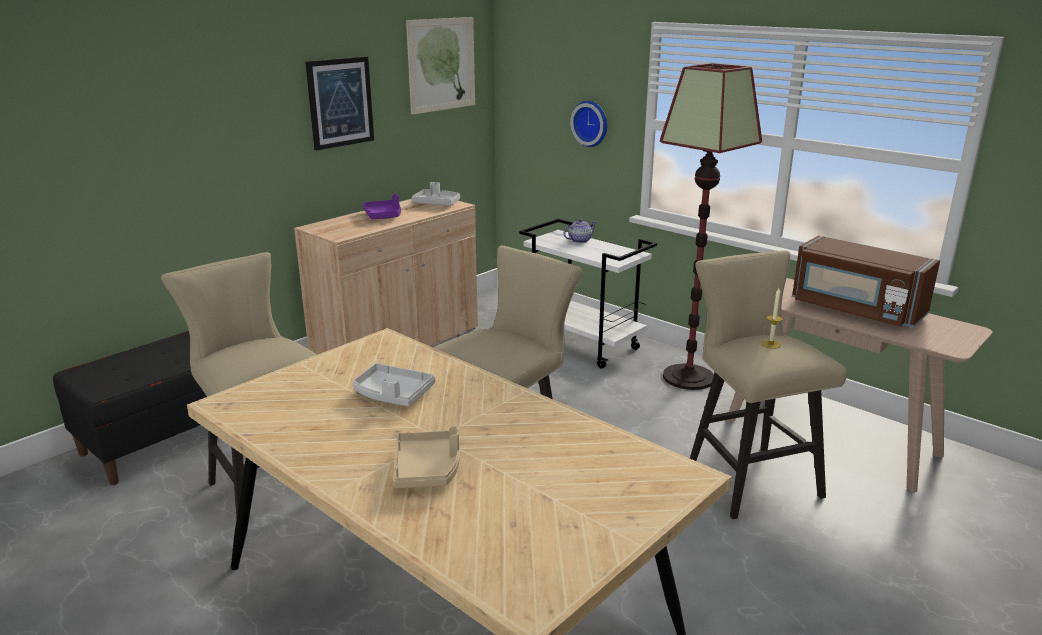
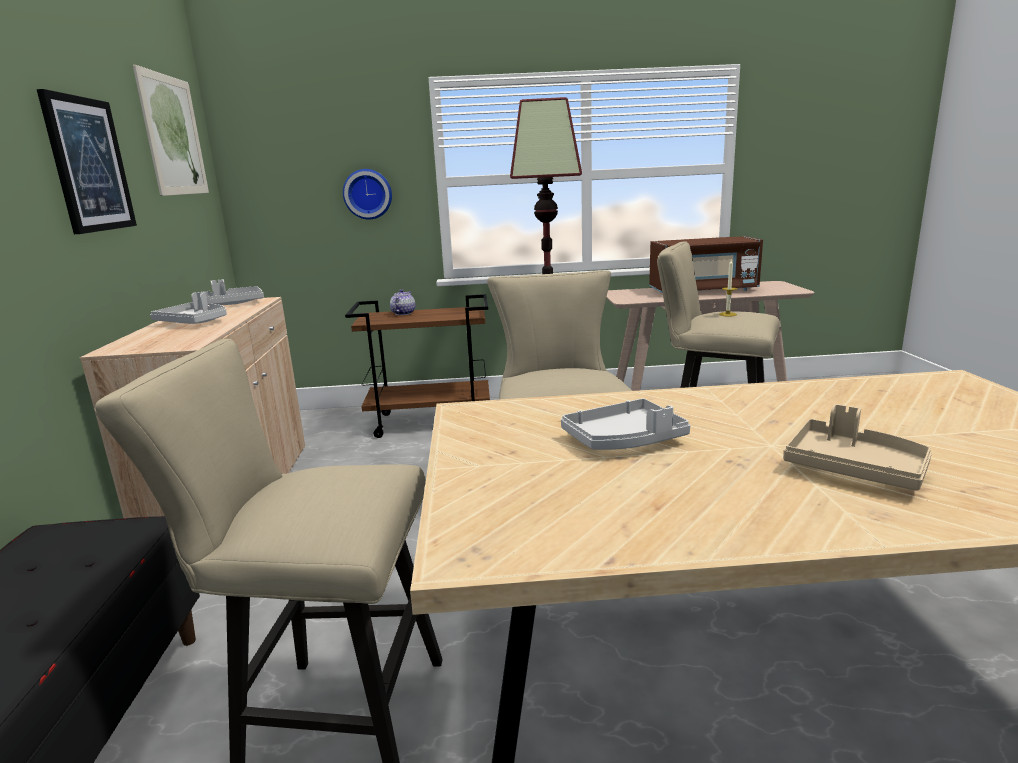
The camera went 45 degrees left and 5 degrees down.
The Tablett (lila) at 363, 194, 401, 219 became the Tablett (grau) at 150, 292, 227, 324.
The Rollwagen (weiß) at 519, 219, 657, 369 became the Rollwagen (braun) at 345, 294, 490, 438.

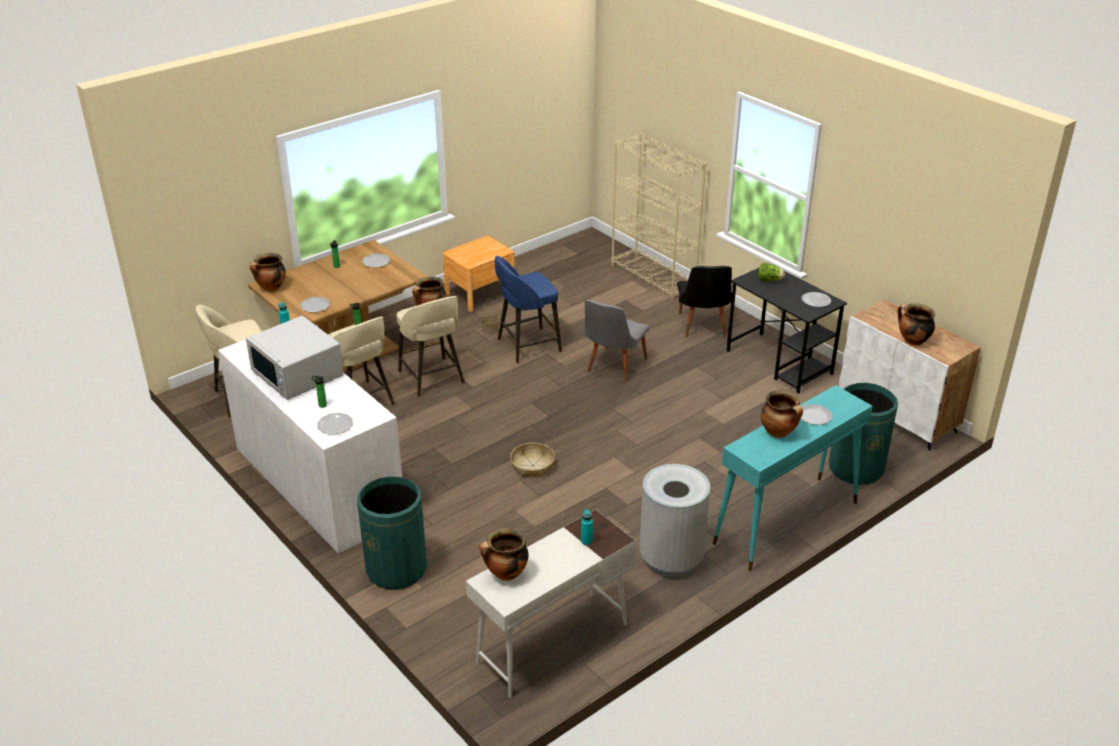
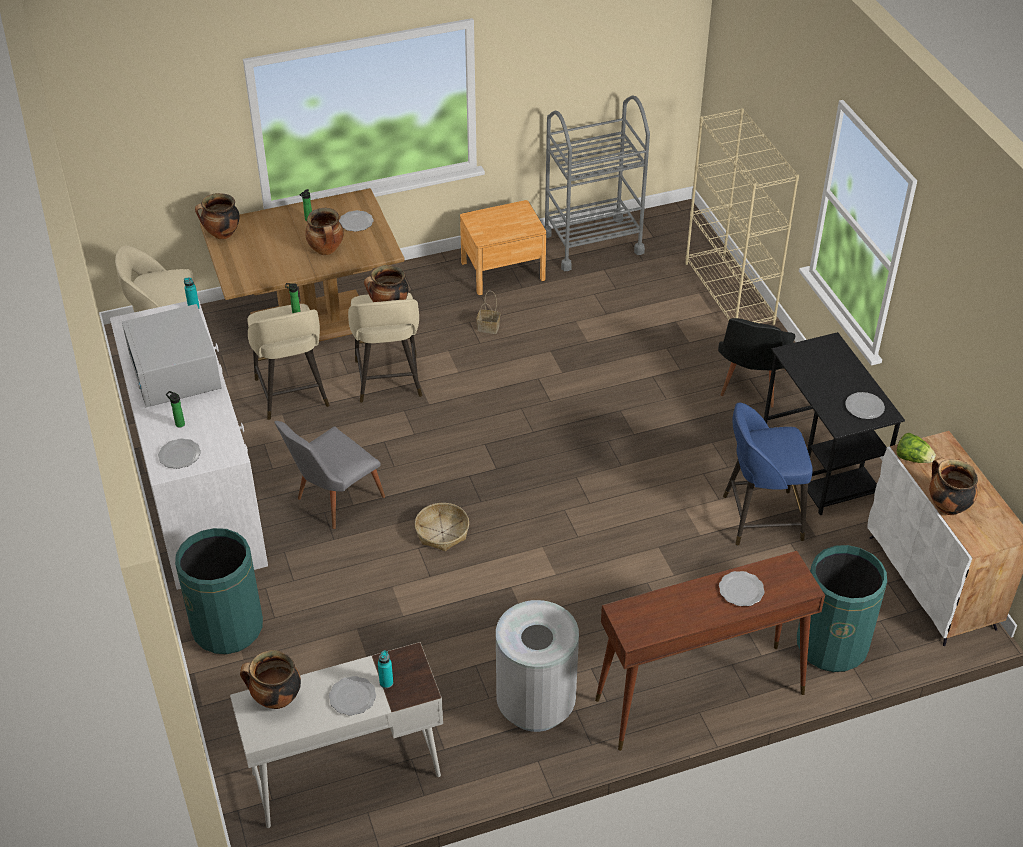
The camera went 20 degrees right and 10 degrees up.
The Stuhl (grau) moved from 584, 300, 649, 382 to 275, 421, 385, 529.
The Kochtopf moved from 761, 390, 803, 438 to 305, 208, 344, 255.
The Teller moved from 300, 297, 330, 312 to 329, 676, 376, 716.
The Rollwagen (grau) at 544, 95, 650, 271 appeared.
The Konsolentisch (türkis) at 713, 385, 873, 571 became the Konsolentisch (braun) at 595, 551, 825, 751.
The Hocker (blau) moved from 495, 256, 562, 363 to 723, 402, 813, 546.
The Salatkopf moved from 758, 263, 785, 282 to 896, 433, 936, 463.

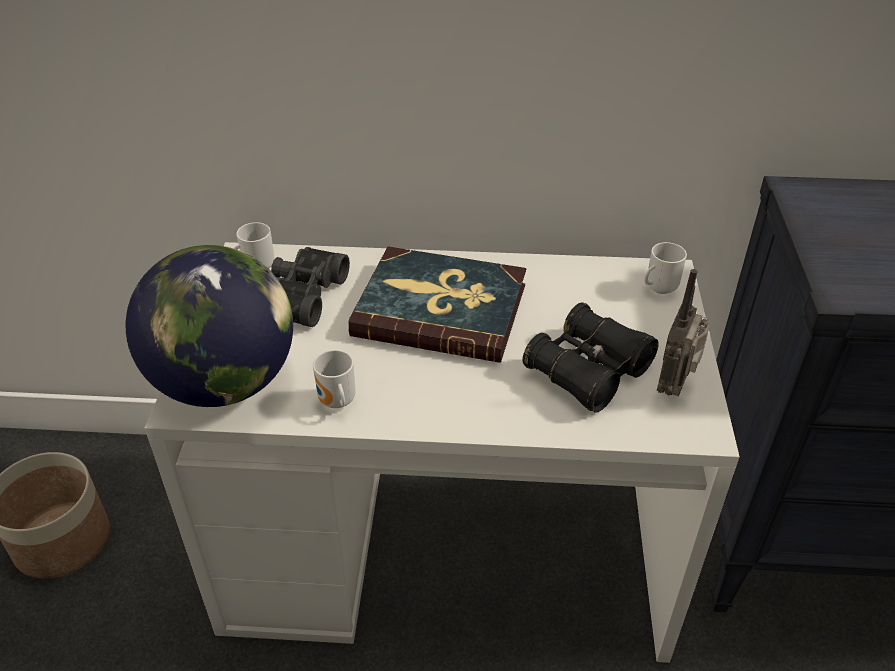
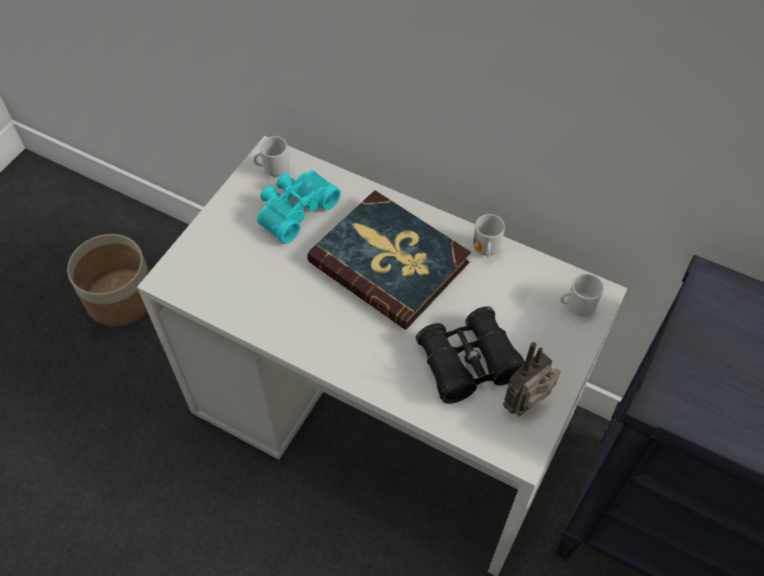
The camera went 25 degrees right and 15 degrees up.
The Fernglas (schwarz) at 271, 247, 350, 327 became the Fernglas (türkis) at 257, 171, 341, 244.
The Henkelbecher moved from 313, 350, 356, 408 to 473, 214, 505, 257.
The Globus at 126, 245, 293, 407 disappeared.

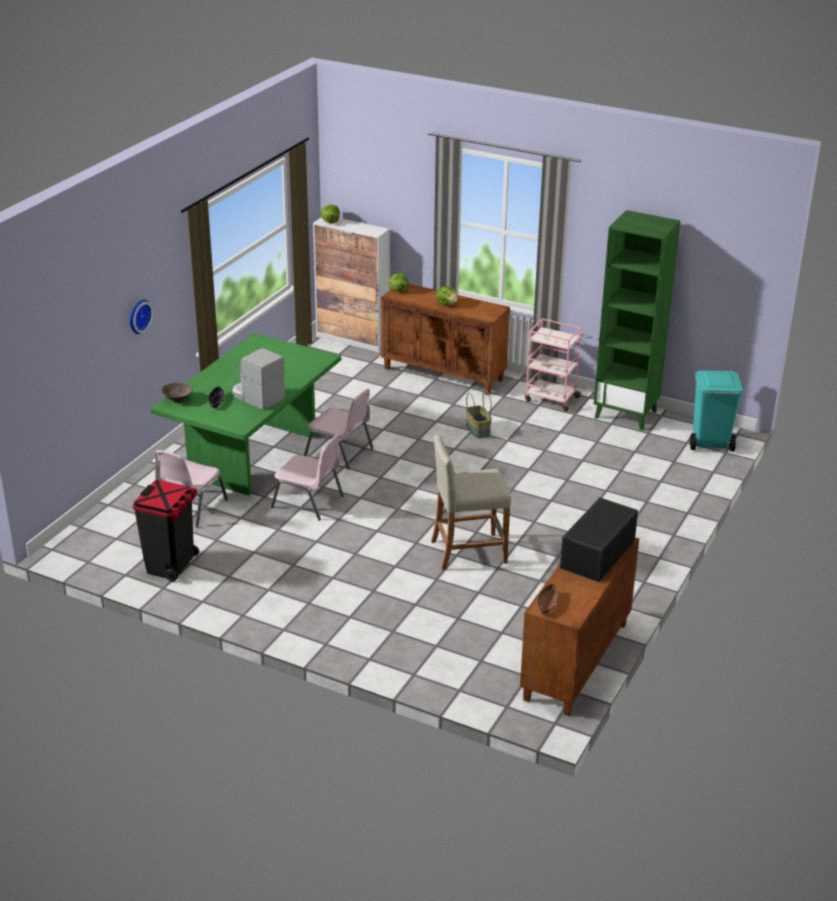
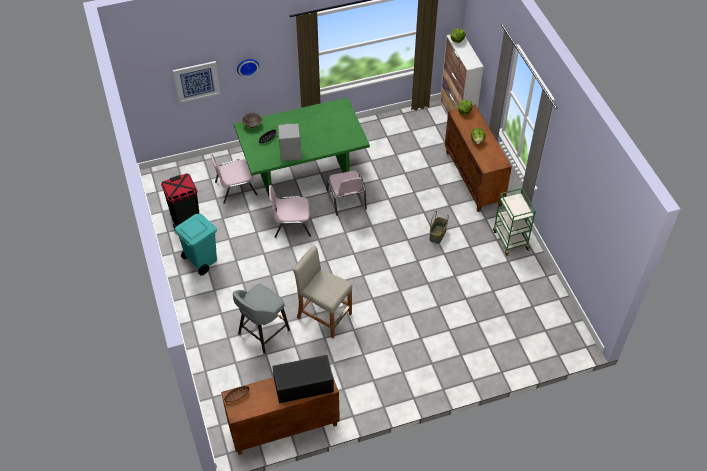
The camera went 45 degrees right and 20 degrees up.
The Bild at 173, 61, 221, 104 appeared.
The Mülleimer (türkis) moved from 690, 370, 743, 451 to 174, 214, 217, 276.
The Hocker (grau) at 233, 284, 290, 354 appeared.
The Stuhl (rosa) at 271, 435, 344, 521 turned 105 degrees clockwise.
The Rollwagen (rosa) at 525, 318, 582, 411 became the Rollwagen (grün) at 493, 188, 536, 256.
The Bücherregal (grün) at 594, 210, 680, 430 disappeared.

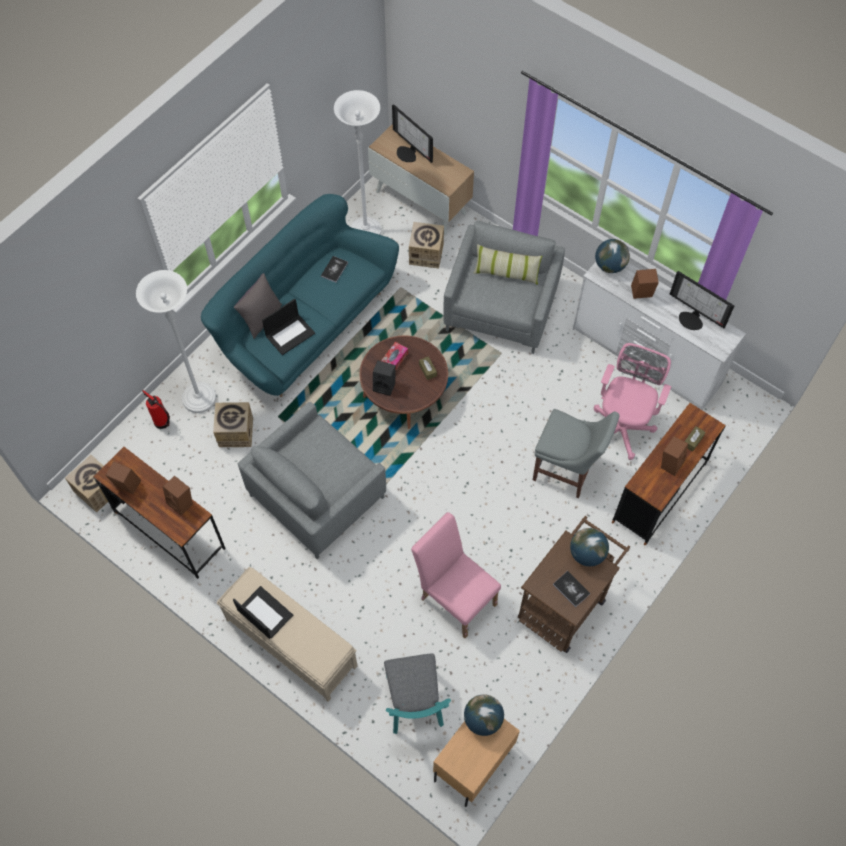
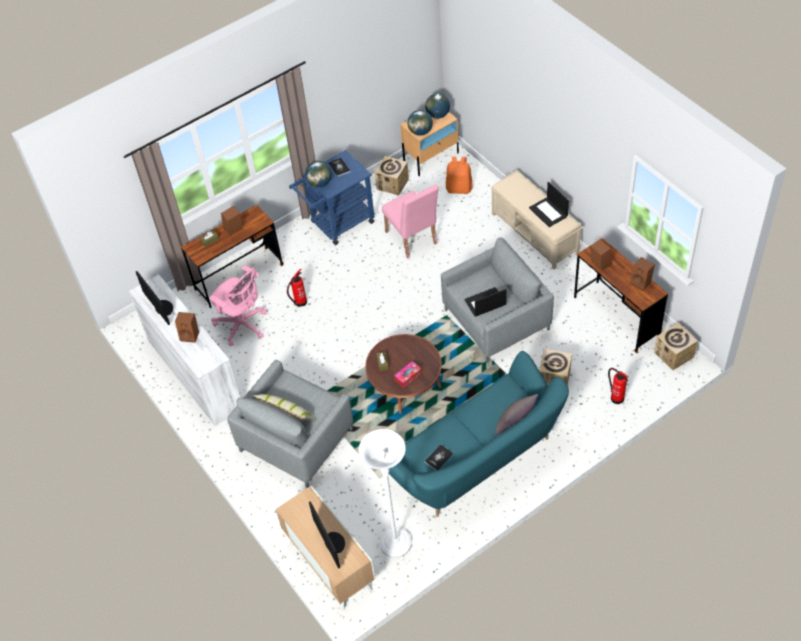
The camera went 160 degrees left and 10 degrees down.
The Bürostuhl (rosa) at 594, 343, 671, 460 turned 90 degrees counterclockwise.
The Stuhl (grau) at 533, 409, 619, 498 was replaced by the Feuerlöscher at 287, 269, 307, 307.
The Rollwagen (braun) at 518, 516, 630, 653 became the Rollwagen (blau) at 289, 150, 375, 245.
The Karton moved from 409, 222, 444, 269 to 375, 156, 409, 196.
The Globus moved from 595, 239, 630, 273 to 425, 93, 450, 119.
The Stuhl (türkis) at 384, 653, 451, 734 was replaced by the Rucksack (orange) at 446, 156, 473, 194.
The Laptop moved from 262, 299, 315, 355 to 464, 287, 507, 317.
The Stehlampe (weiß) at 136, 270, 216, 413 disappeared.
The Lautsprecher (schwarz) at 373, 360, 396, 396 disappeared.

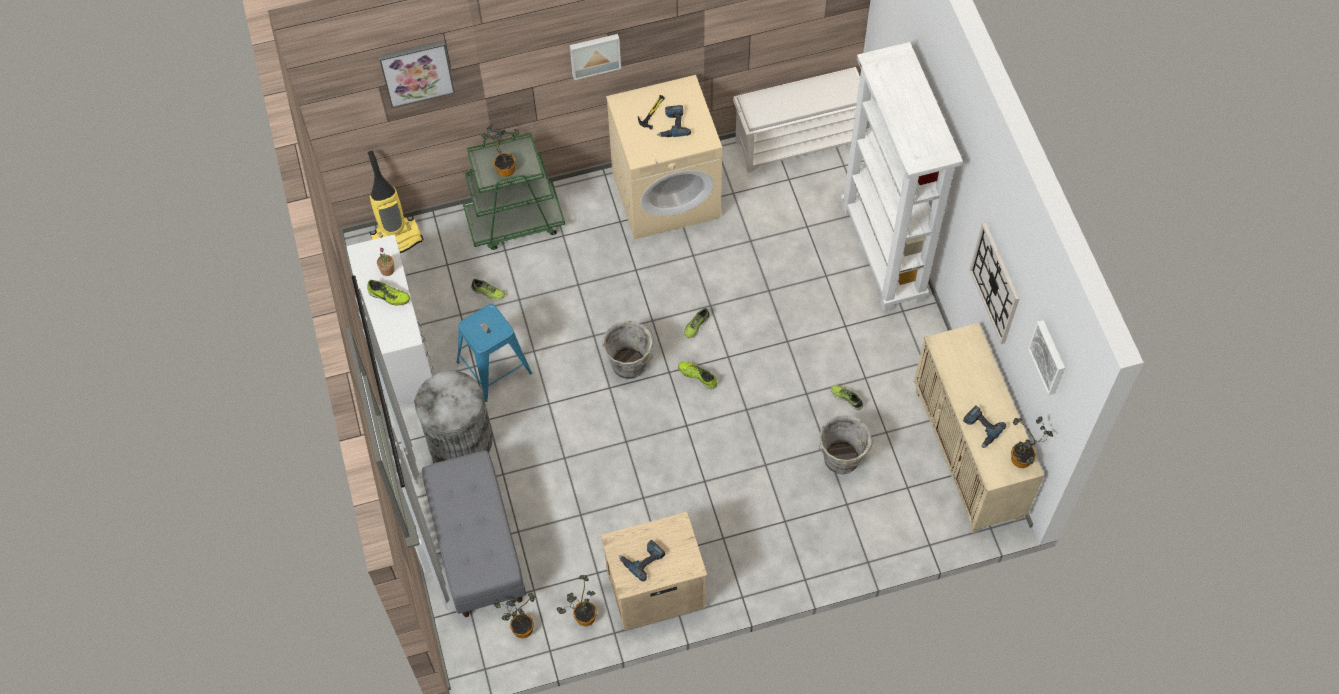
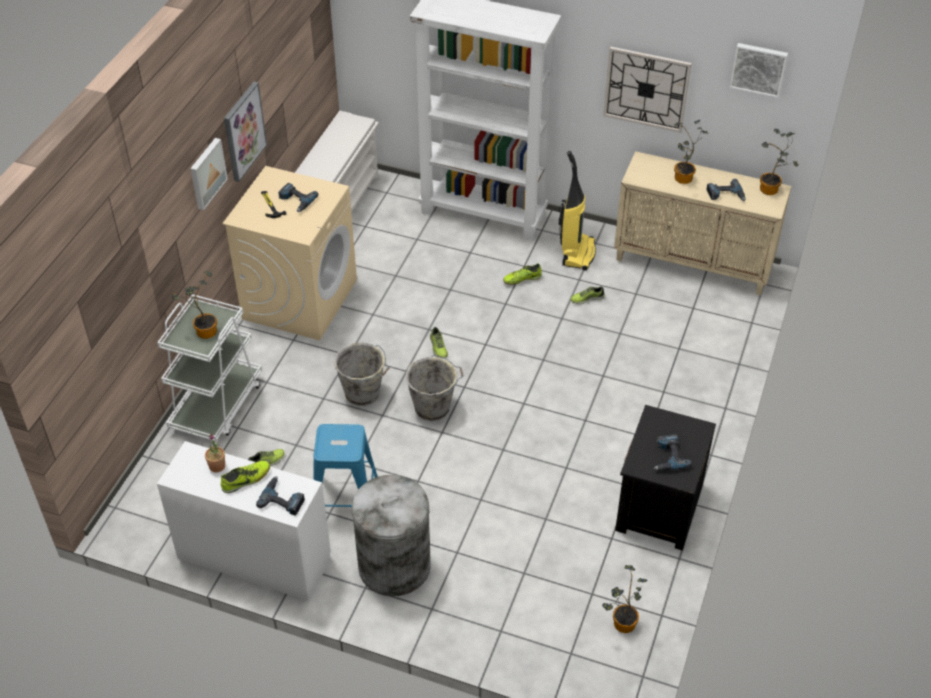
The camera went 55 degrees left and 15 degrees down.
The Rollwagen (grün) at 463, 132, 565, 250 became the Rollwagen (weiß) at 157, 294, 262, 441.
The Bild moved from 379, 40, 455, 108 to 224, 82, 267, 182.
The Bohrmaschine at 256, 476, 305, 516 appeared.
The Eimer (grau) moved from 819, 415, 874, 474 to 334, 342, 389, 406.
The Schuh moved from 678, 362, 717, 389 to 503, 263, 542, 285.
The Staubsauger moved from 368, 151, 424, 253 to 559, 151, 596, 271.
The Nachttisch (beige) at 600, 512, 707, 631 became the Nachttisch (schwarz) at 615, 405, 716, 551.
The Topfpflanze moved from 557, 575, 597, 626 to 674, 120, 708, 184.
The Bank (grau) at 422, 451, 526, 617 disappeared.

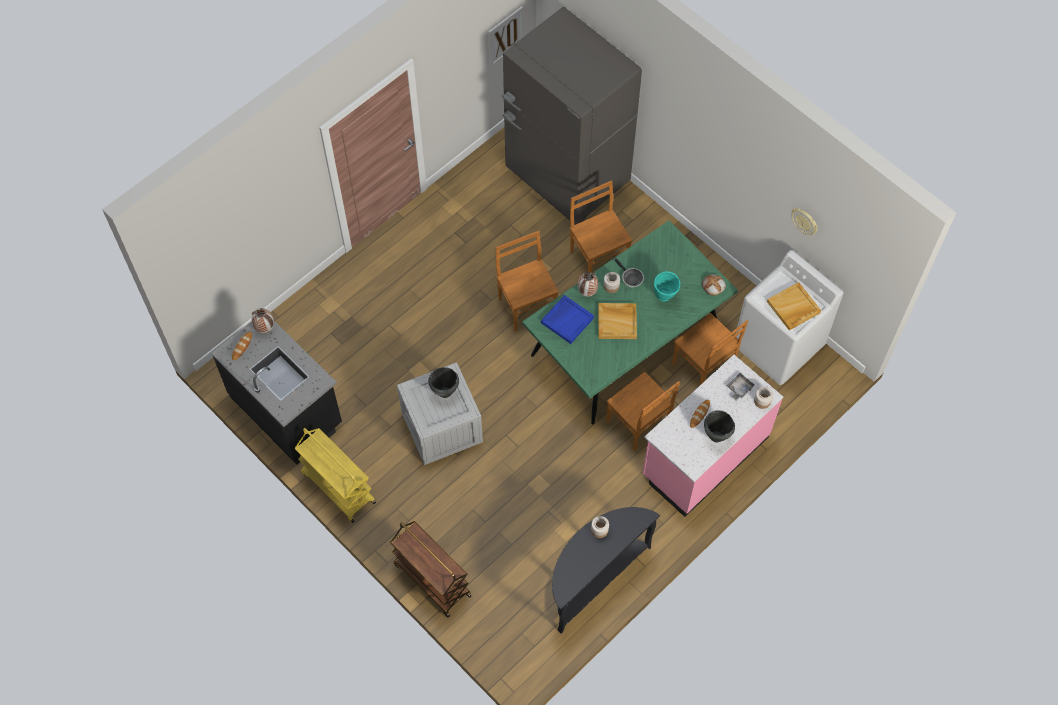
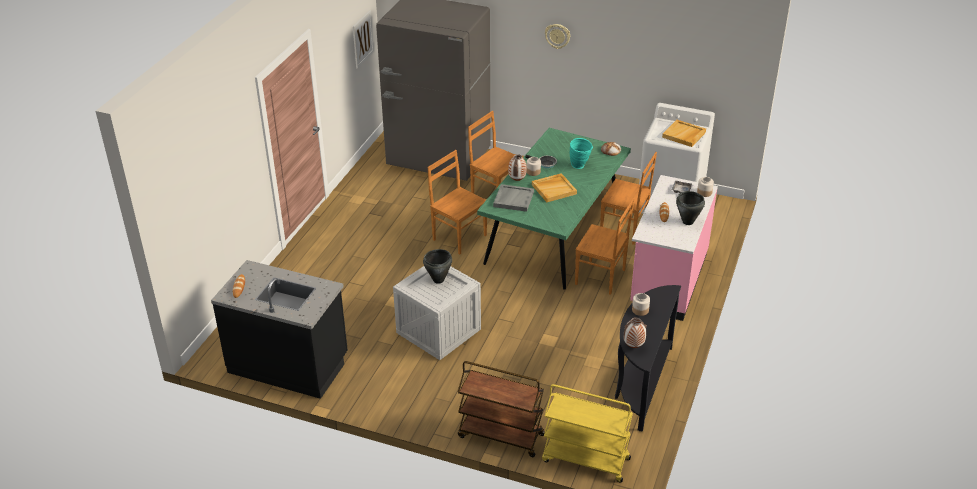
The camera went 25 degrees left and 25 degrees down.
The Tablett (blau) at 541, 295, 594, 344 became the Tablett (grau) at 493, 184, 534, 212.
The Rollwagen (gelb) moved from 295, 428, 376, 523 to 542, 384, 633, 483.
The Wanduhr moved from 791, 208, 818, 235 to 545, 24, 570, 49.
The Vase moved from 252, 308, 274, 333 to 624, 317, 647, 348.

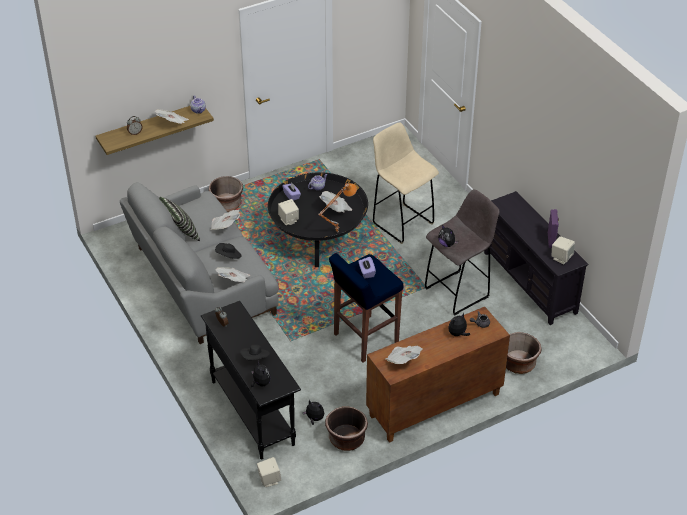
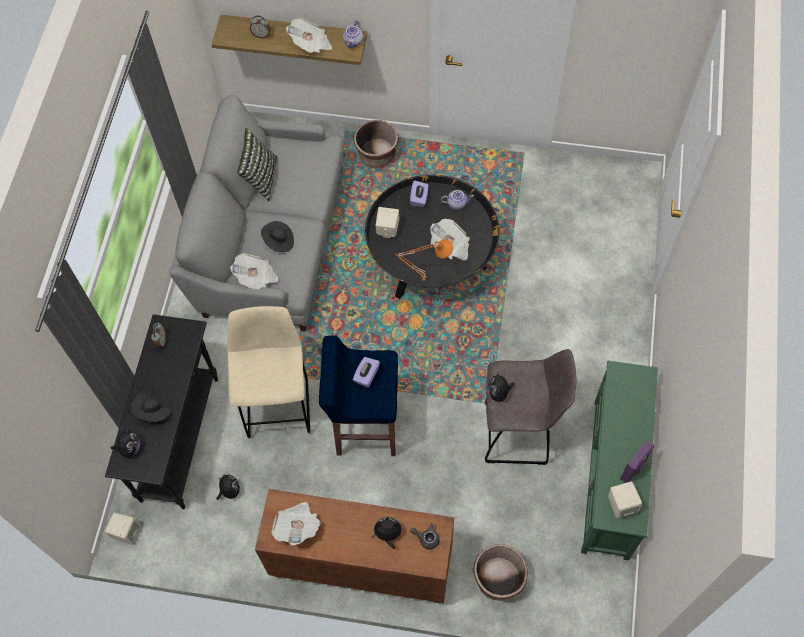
The camera went 40 degrees right and 20 degrees up.
The Hocker (beige) moved from 373, 122, 439, 244 to 227, 306, 311, 439.
The Fernsehschrank (schwarz) at 484, 191, 588, 325 became the Fernsehschrank (grün) at 581, 361, 658, 561.
The Zeitung at 210, 210, 240, 230 disappeared.
The Pflanzkübel (braun) at 325, 406, 368, 451 disappeared.

